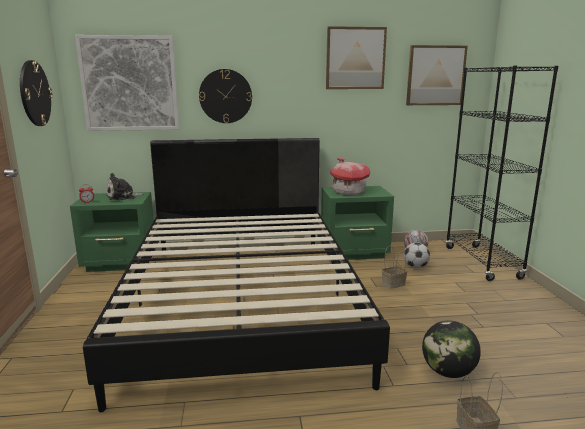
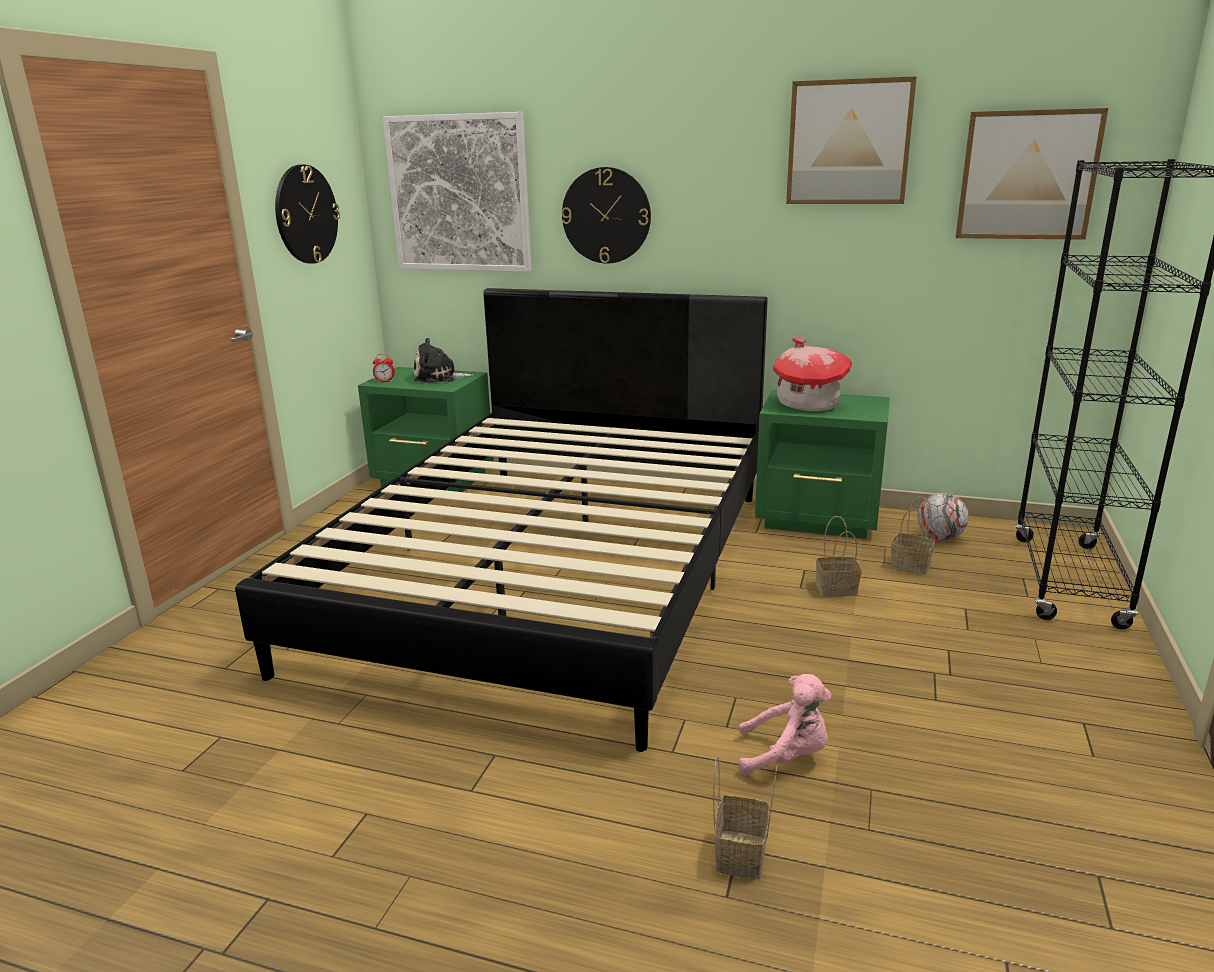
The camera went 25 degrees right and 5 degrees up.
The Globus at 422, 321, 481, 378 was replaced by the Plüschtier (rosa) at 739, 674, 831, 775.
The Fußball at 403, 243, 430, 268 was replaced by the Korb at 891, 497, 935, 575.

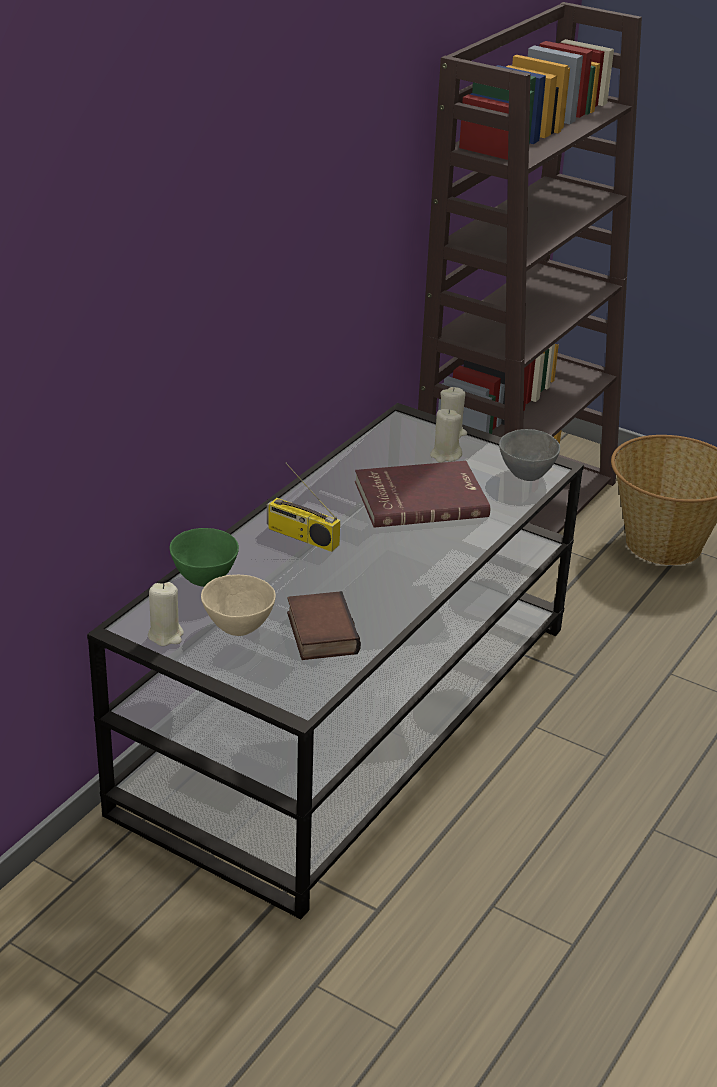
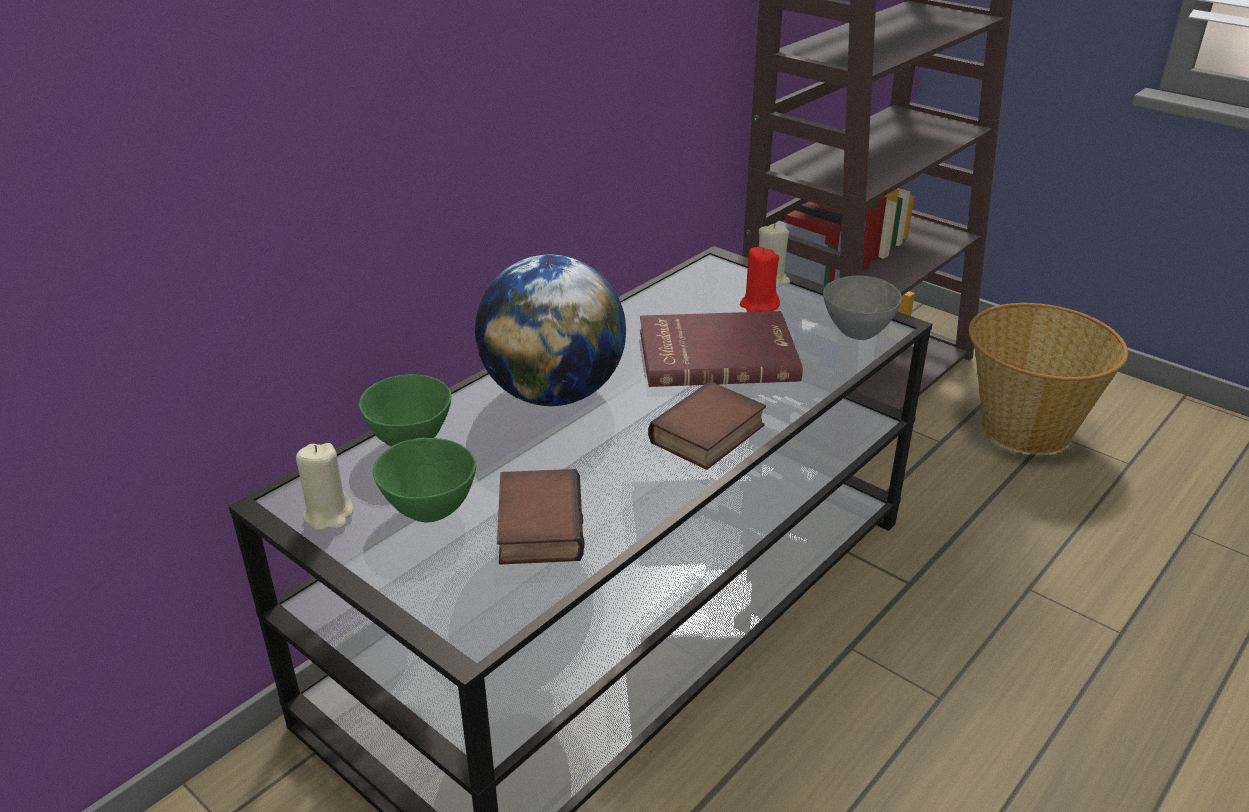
The camera went 10 degrees right and 0 degrees up.
The Schüssel (beige) at 201, 575, 276, 636 became the Schüssel (grün) at 373, 438, 476, 522.
The Radio at 267, 463, 340, 552 was replaced by the Globus at 475, 255, 626, 406.
The Buch at 648, 381, 766, 470 appeared.
The Kerze (beige) at 430, 409, 462, 463 became the Kerze (rot) at 740, 247, 780, 312.

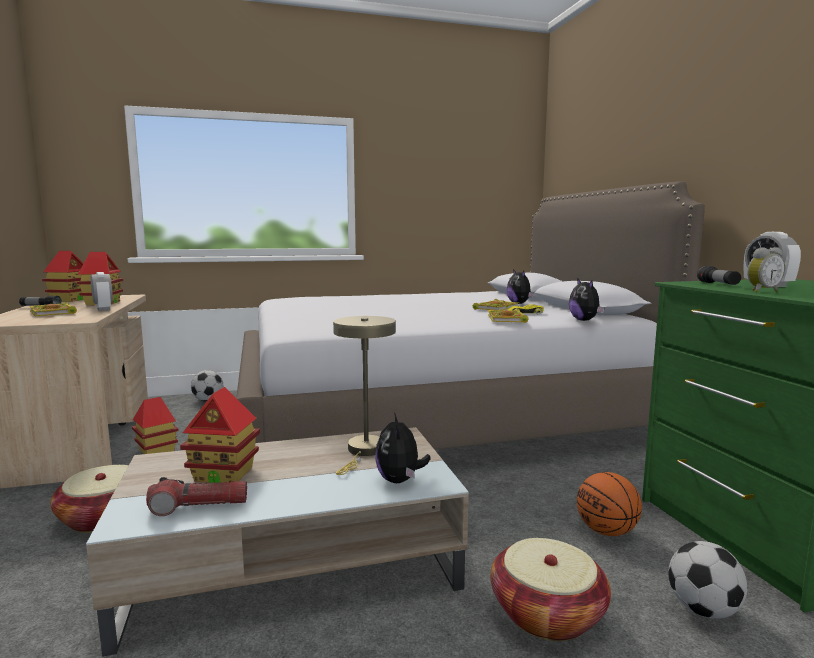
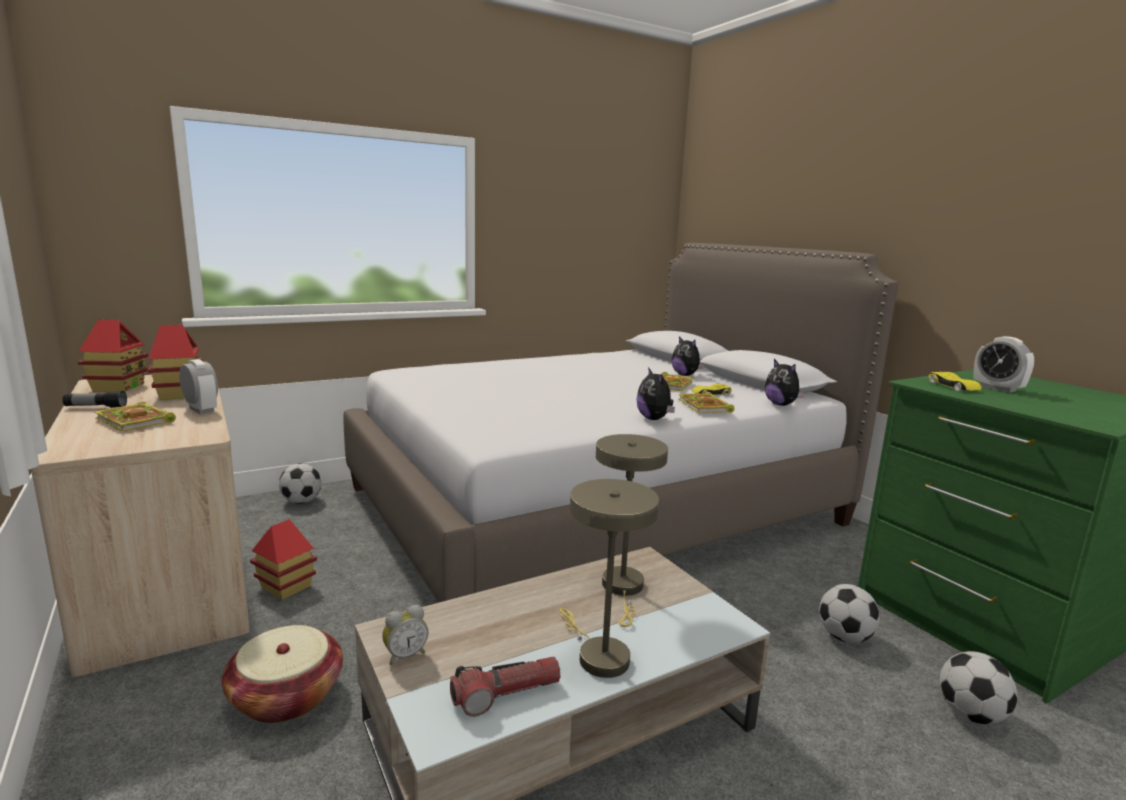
The camera went 15 degrees left and 5 degrees up.
The Wecker moved from 747, 247, 785, 293 to 382, 605, 428, 665.
The Tischlampe (beige) at 560, 479, 659, 678 appeared.
The Plüschtier moved from 375, 412, 431, 483 to 636, 367, 675, 420.
The Basketball at 577, 472, 642, 536 was replaced by the Fußball at 819, 584, 880, 643.
The Taschenlampe at 697, 266, 741, 285 was replaced by the Spielzeugauto (gelb) at 928, 372, 982, 391.
The Spielzeughaus at 180, 387, 260, 483 disappeared.
The Korb at 490, 538, 611, 641 disappeared.

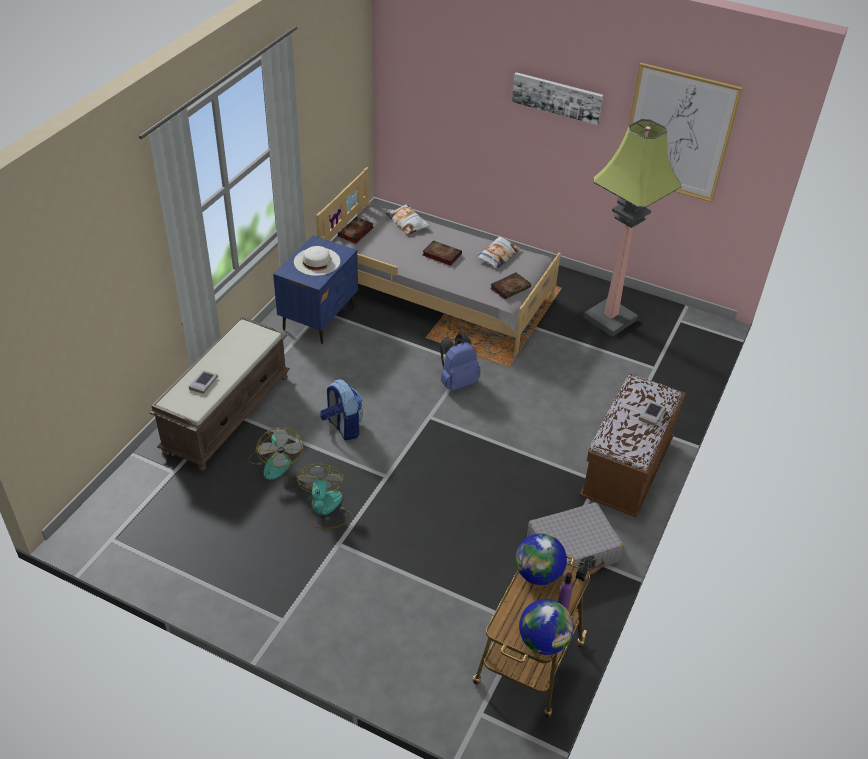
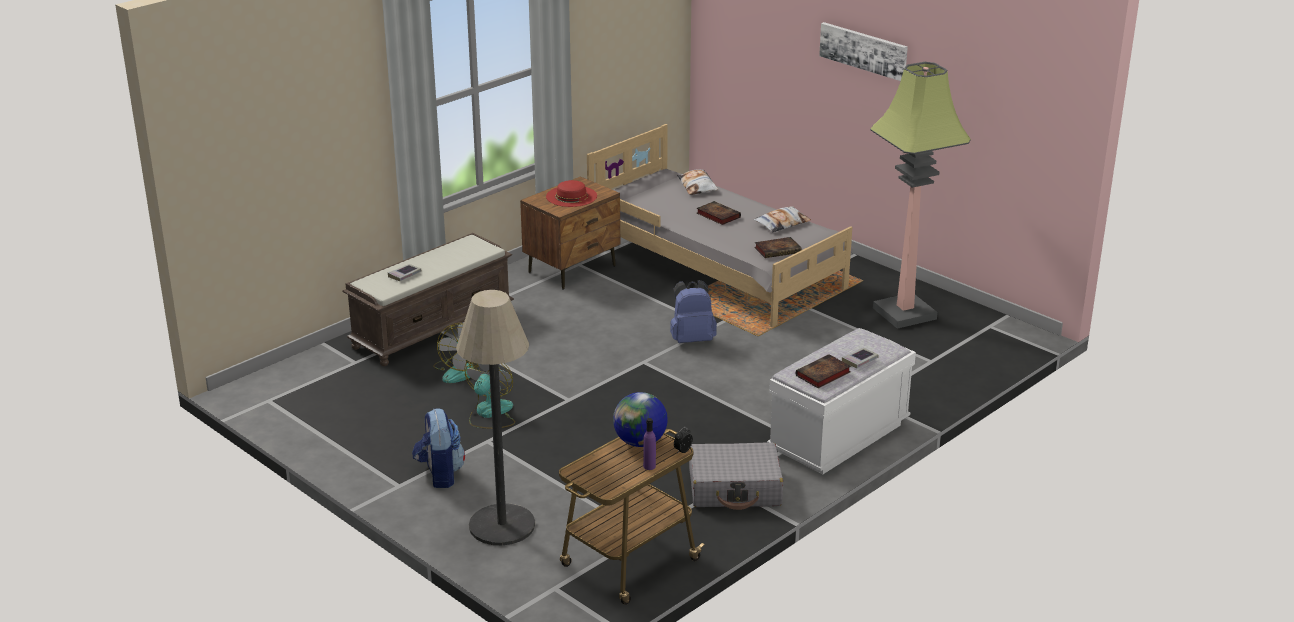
The camera went 20 degrees right and 15 degrees down.
The Rucksack moved from 320, 379, 363, 441 to 412, 408, 465, 488.
The Stehlampe at 456, 290, 535, 545 appeared.
The Nachttisch (blau) at 273, 236, 358, 344 became the Nachttisch (braun) at 520, 176, 620, 290.
The Hut (weiß) at 294, 246, 340, 276 became the Hut (rot) at 546, 180, 597, 207.
The Bank (braun) at 580, 374, 686, 518 became the Bank (weiß) at 767, 328, 916, 474.
The Buch moved from 338, 217, 374, 244 to 796, 354, 851, 388.
The Globus at 519, 599, 574, 655 disappeared.
The Bild at 628, 63, 743, 202 disappeared.

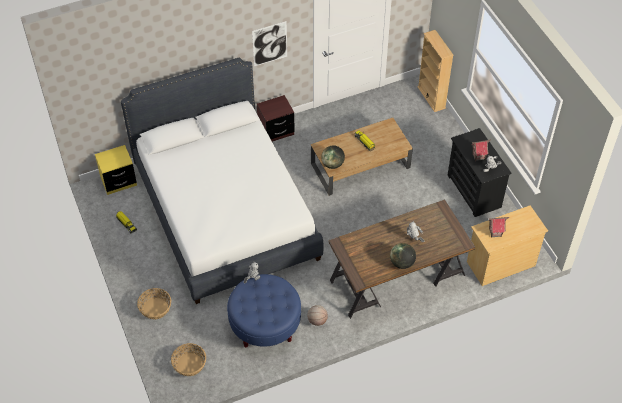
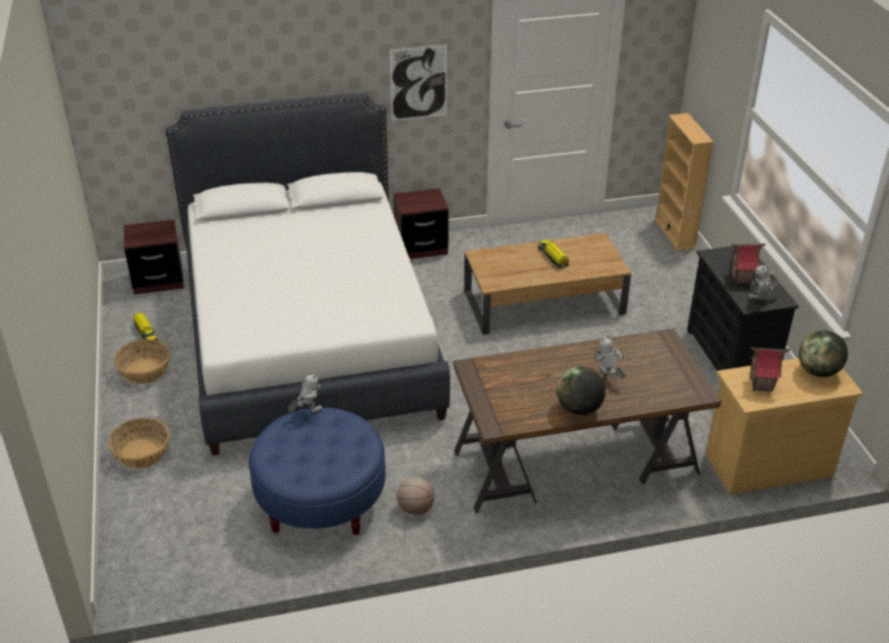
The camera went 10 degrees right and 15 degrees down.
The Korb moved from 171, 343, 206, 376 to 114, 339, 170, 384.
The Nachttisch (gelb) at 95, 145, 137, 195 became the Nachttisch (braun) at 124, 219, 184, 295.
The Globus moved from 321, 145, 345, 169 to 799, 331, 848, 377.

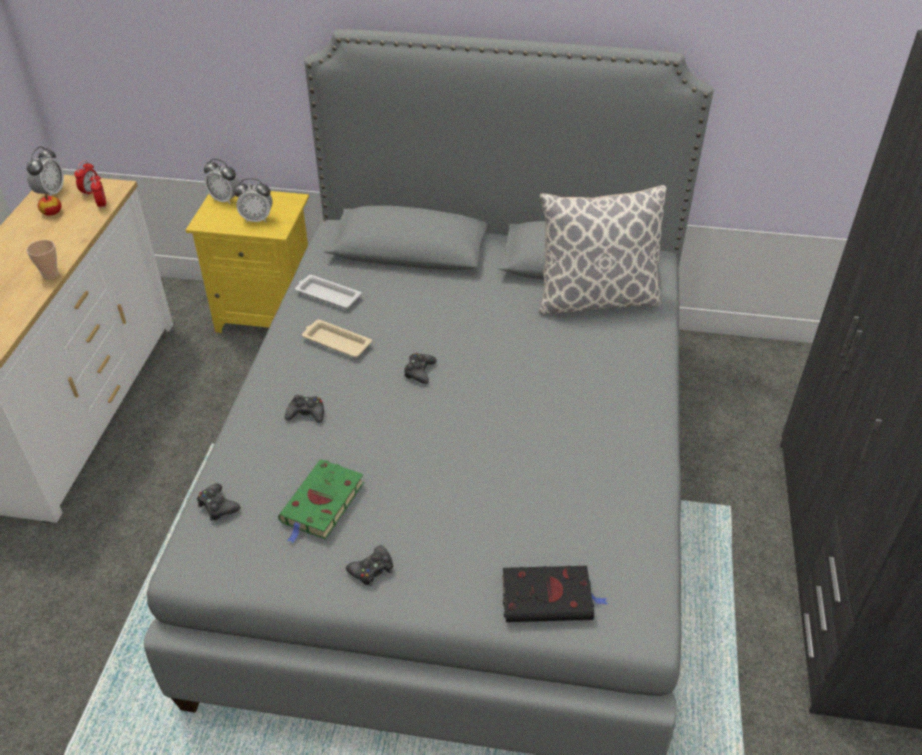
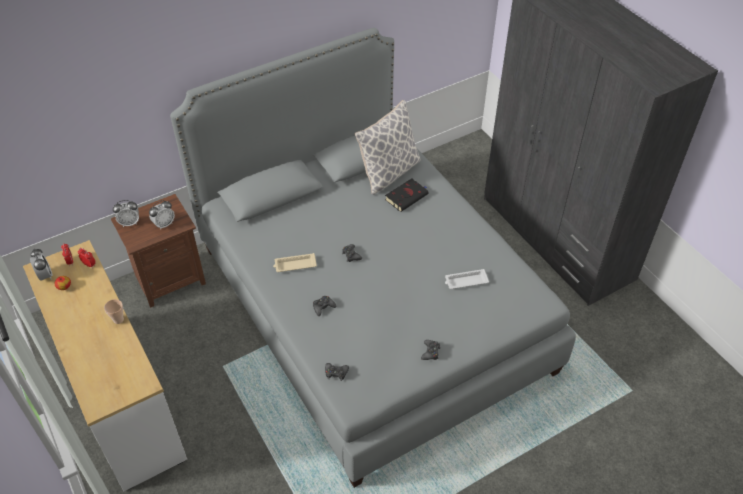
The camera went 40 degrees left and 5 degrees up.
The Nachttisch (gelb) at 186, 191, 309, 333 became the Nachttisch (braun) at 111, 194, 206, 308.
The Buch (schwarz) moved from 502, 566, 608, 622 to 385, 178, 429, 212.
The Tablett (weiß) moved from 295, 275, 362, 308 to 445, 269, 489, 289.
The Buch (grün) at 278, 459, 364, 543 disappeared.

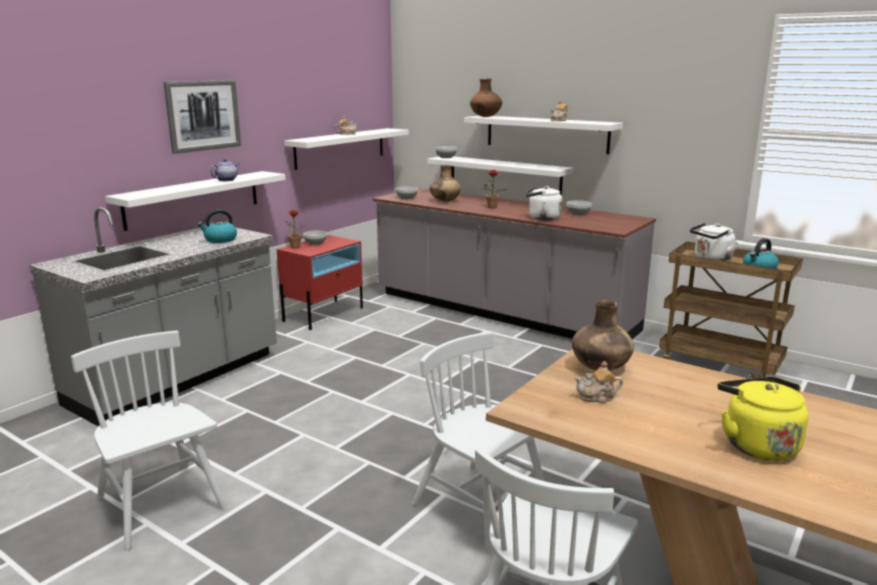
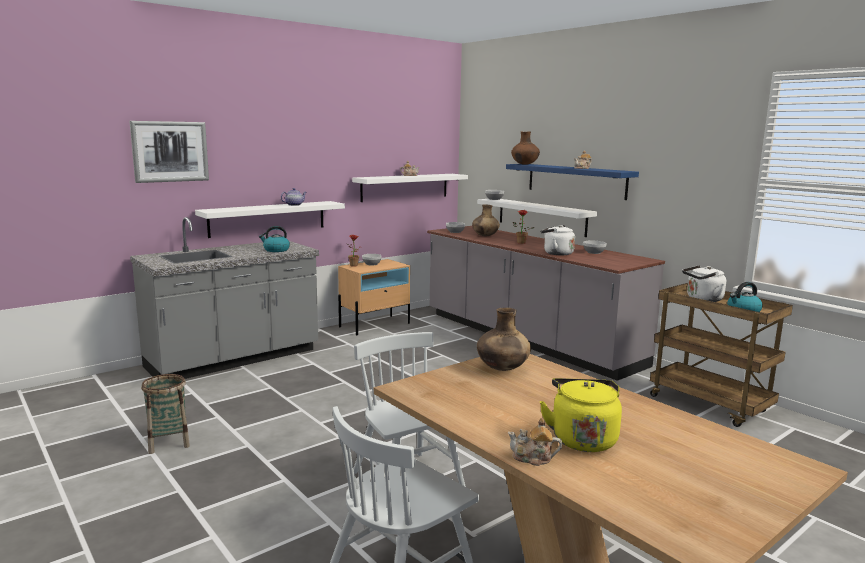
The camera went 15 degrees right and 5 degrees down.
The Bild moved from 164, 80, 241, 154 to 130, 121, 209, 183.
The Stuhl (weiß) at 71, 331, 227, 550 was replaced by the Korb at 141, 374, 190, 454.
The Nachttisch (rot) at 277, 235, 363, 330 became the Nachttisch (beige) at 338, 259, 410, 335.
The Wandregal (weiß) at 464, 116, 623, 154 became the Wandregal (blau) at 506, 164, 639, 200.
The Teekanne moved from 575, 361, 623, 403 to 508, 418, 562, 466.

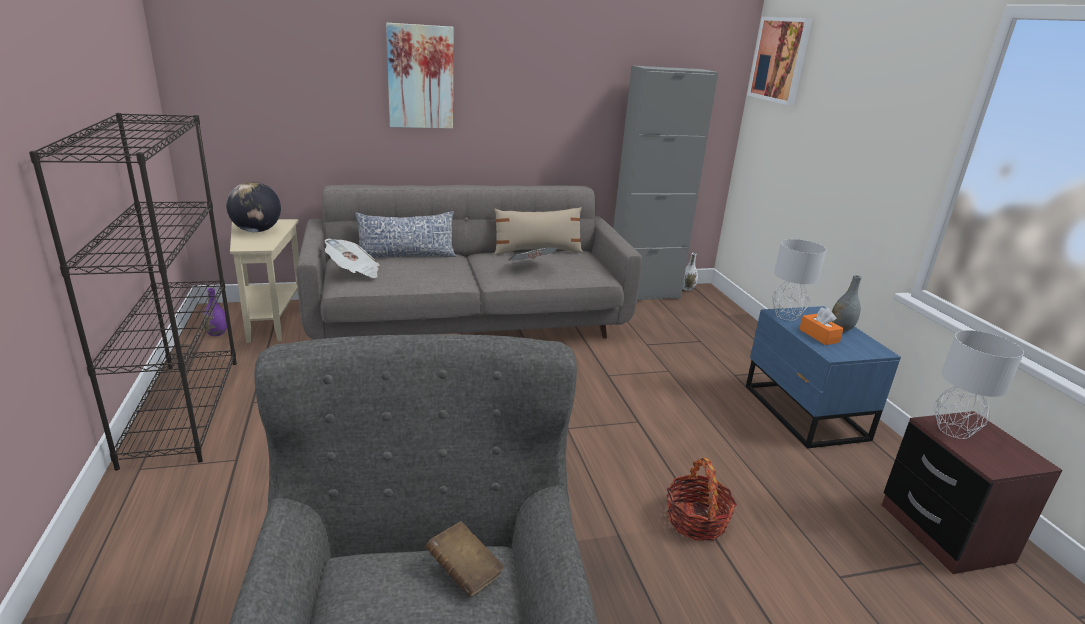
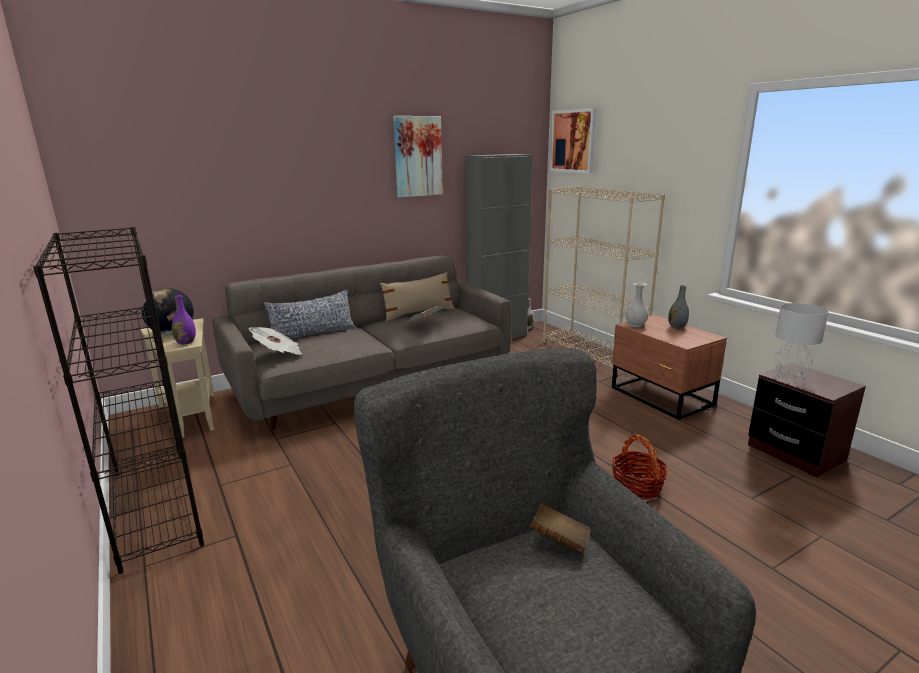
The camera went 15 degrees left and 5 degrees down.
The Vase (lila) moved from 203, 288, 227, 336 to 171, 295, 196, 344.
The Bild moved from 386, 23, 453, 129 to 393, 116, 443, 197.
The Bücherregal (beige) at 543, 187, 665, 373 appeared.
The Nachttisch (blau) at 746, 306, 901, 449 became the Nachttisch (braun) at 612, 315, 727, 420.
The Tischlampe (grau) at 772, 239, 827, 321 was replaced by the Vase (weiß) at 626, 283, 648, 328.
The Taschentuchbox (orange) at 799, 308, 844, 345 disappeared.

